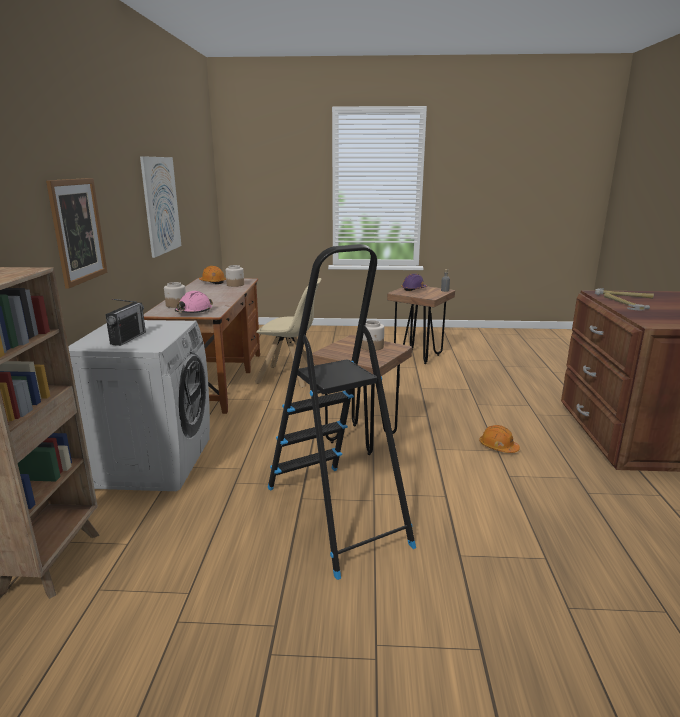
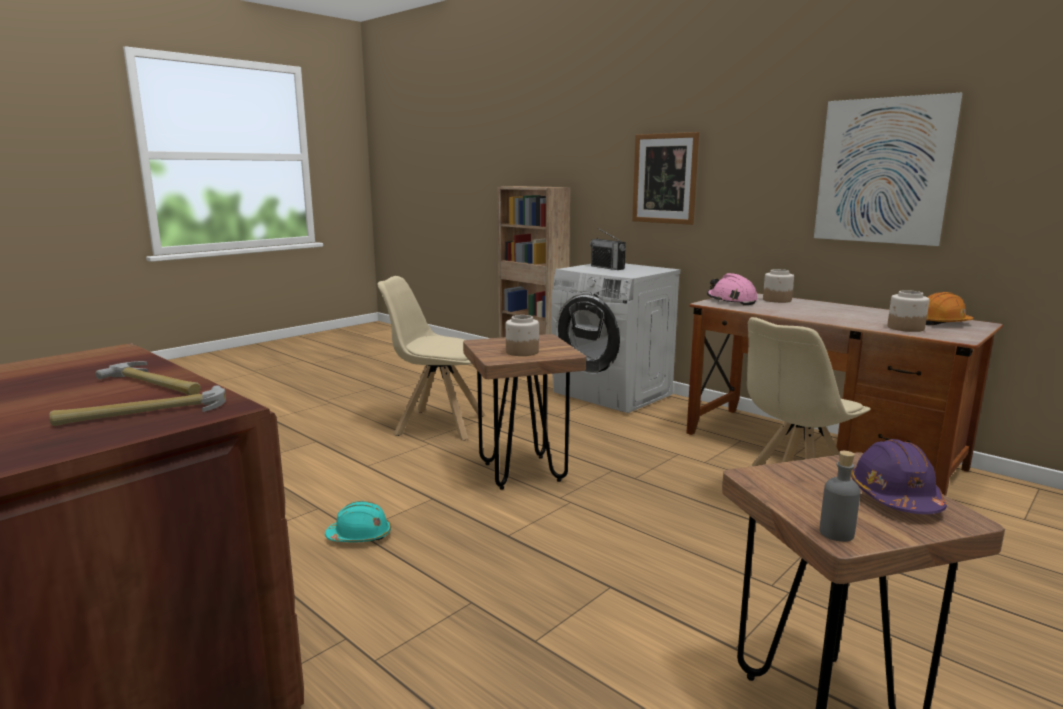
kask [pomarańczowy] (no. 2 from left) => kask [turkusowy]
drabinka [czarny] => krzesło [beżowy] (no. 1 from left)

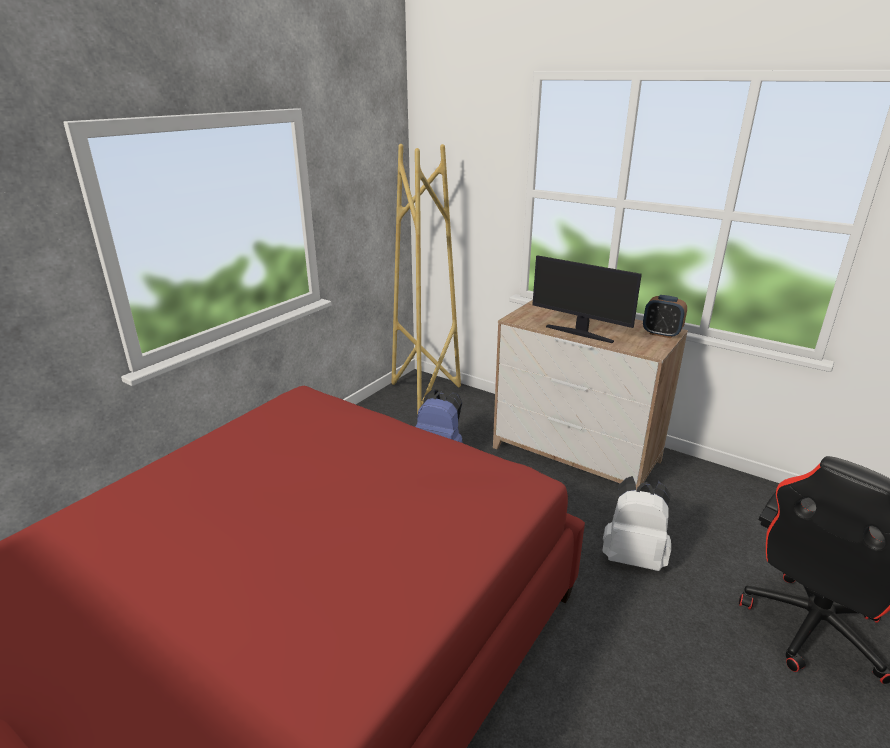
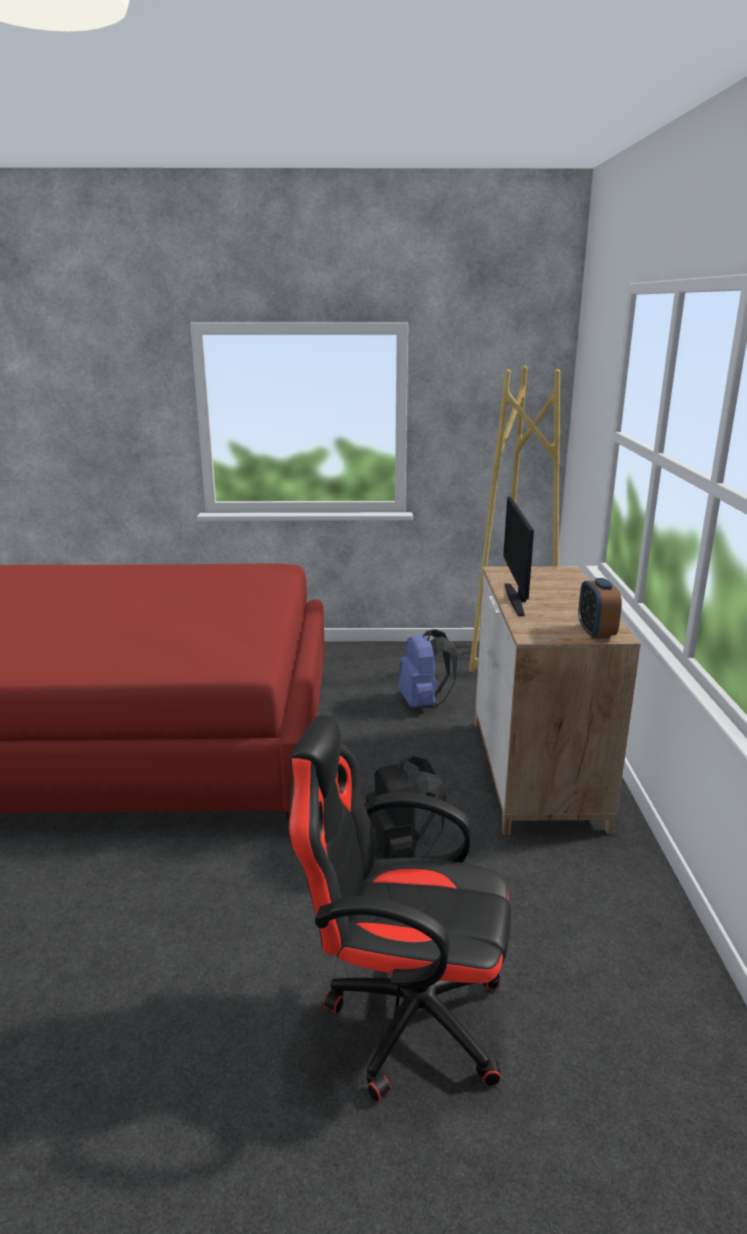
plecak [biały] => plecak [czarny]

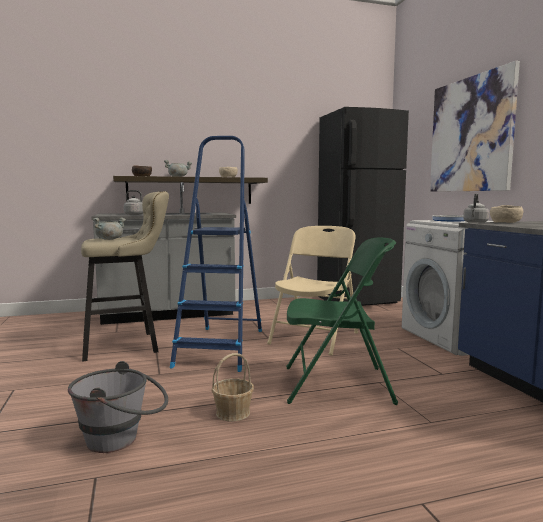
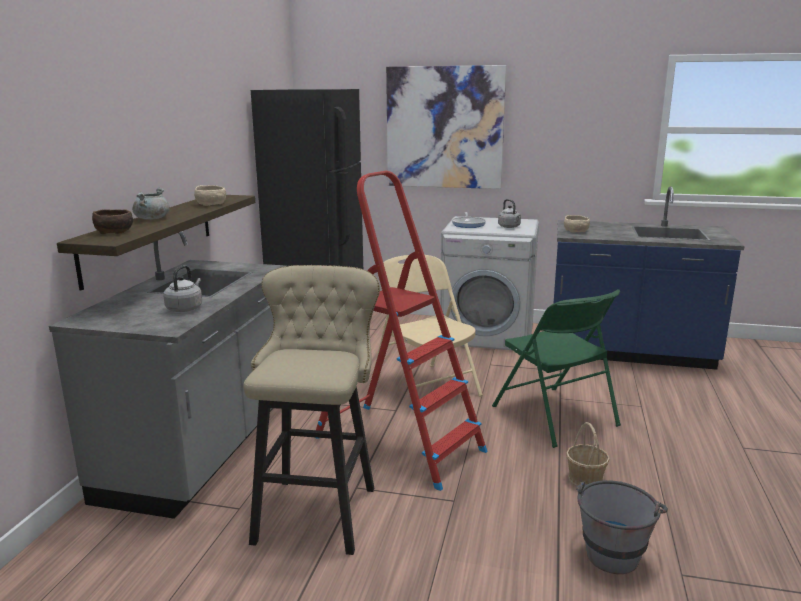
drabinka [niebieski] => drabinka [czerwony]
krzesło [zielony], 120 degrees clockwise
garnek [szary] (no. 1 from left) => nothing

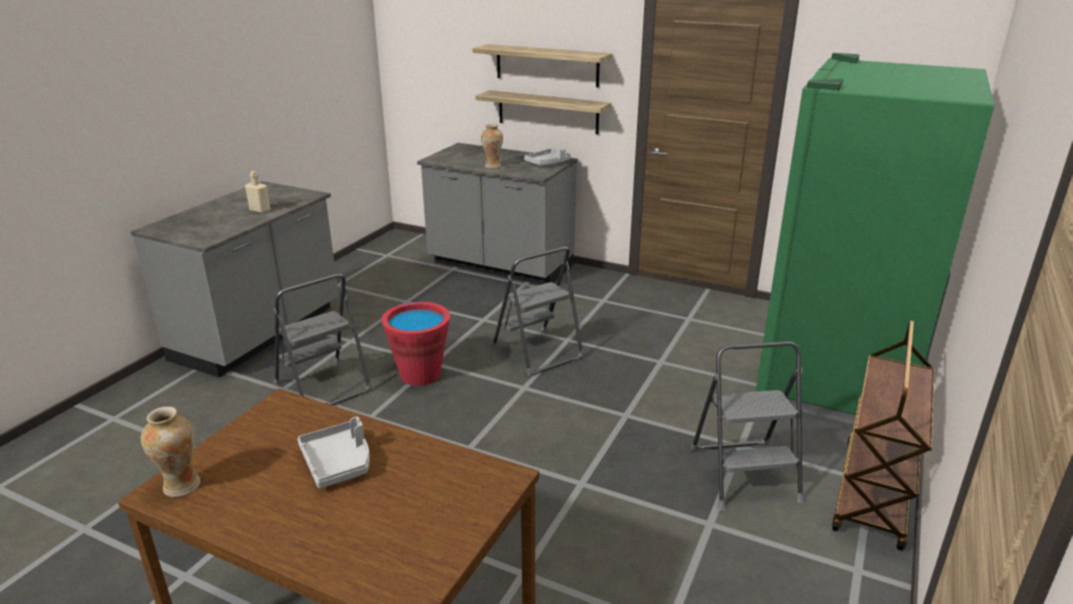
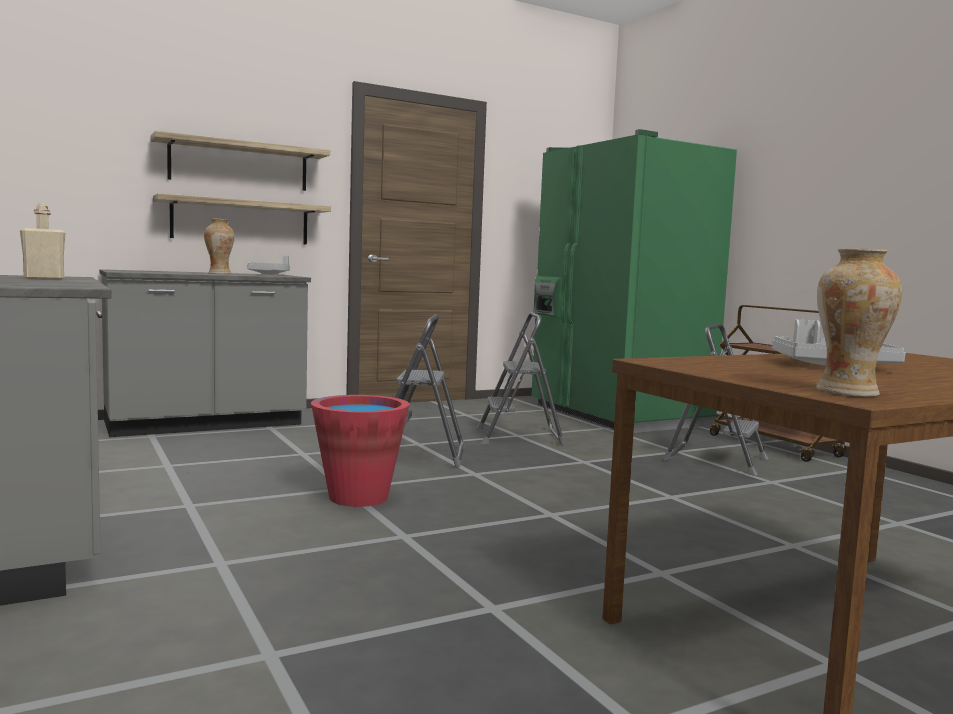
drabinka [szary] (no. 1 from left in the first image) => drabinka [szary] (no. 2 from left), relocated

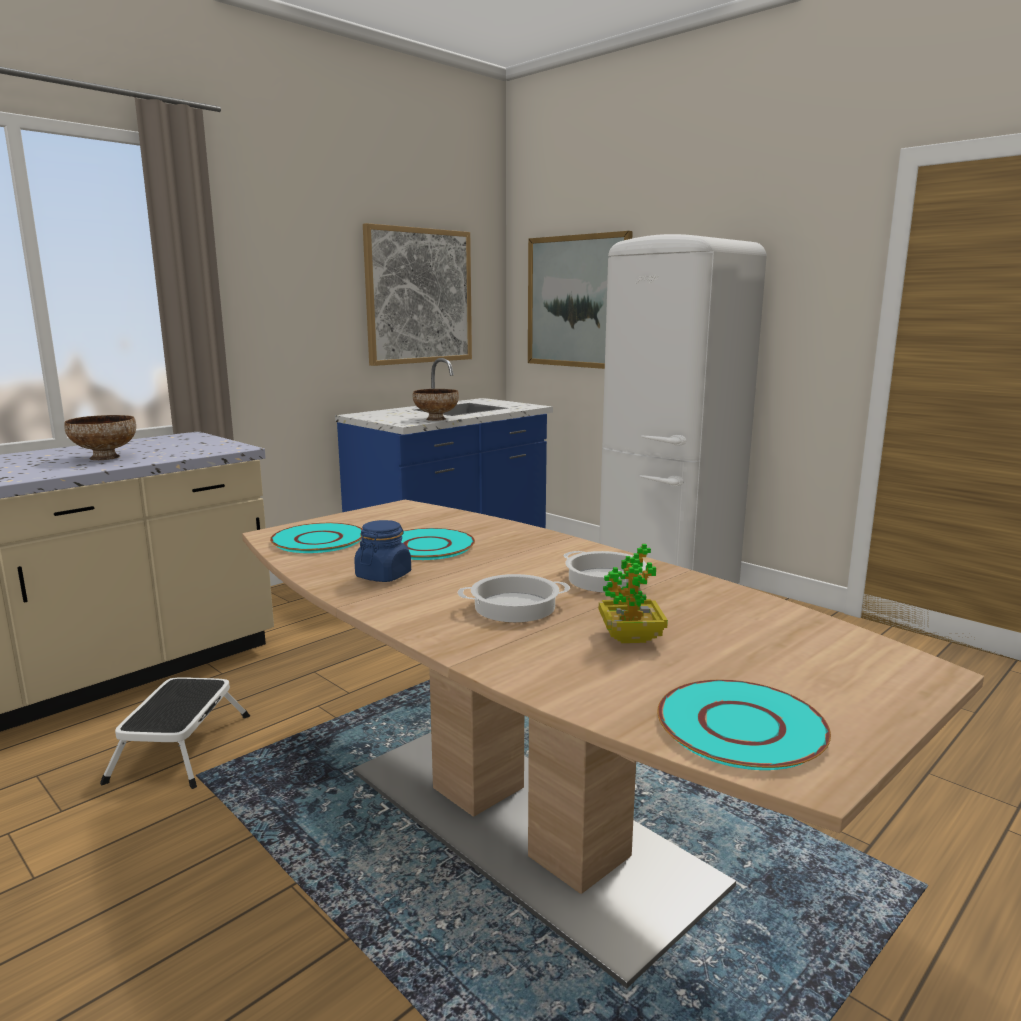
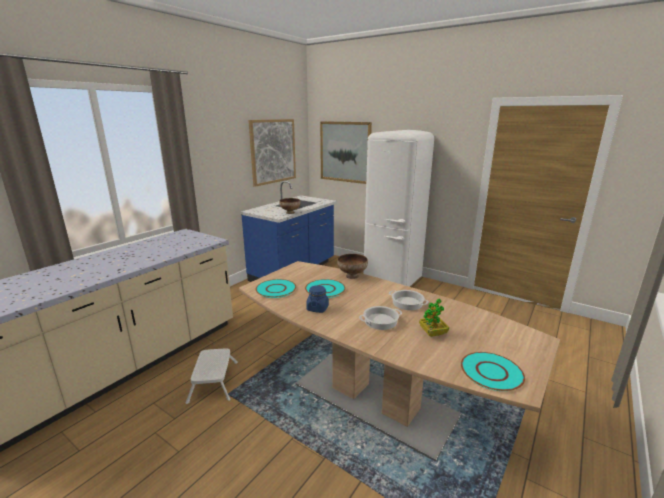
drabinka [czarny] => drabinka [biały]
miska (no. 1 from left in the first image) => miska (no. 2 from left), relocated

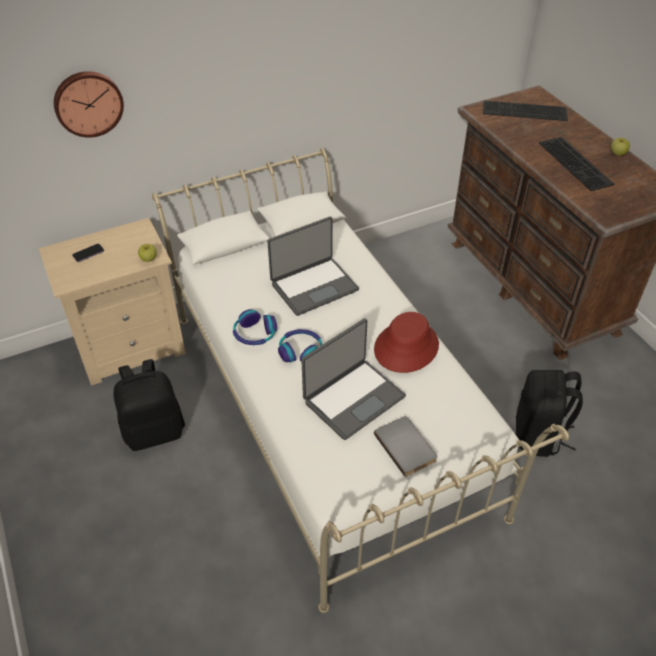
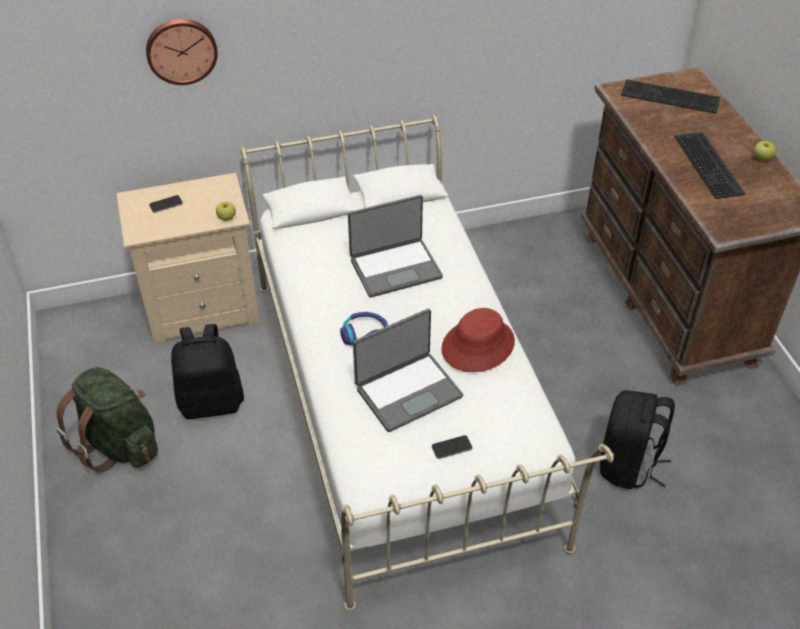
nothing => plecak [zielony]
książka [szary] => telefon (no. 2 from left)
słuchawki (no. 1 from left) => nothing

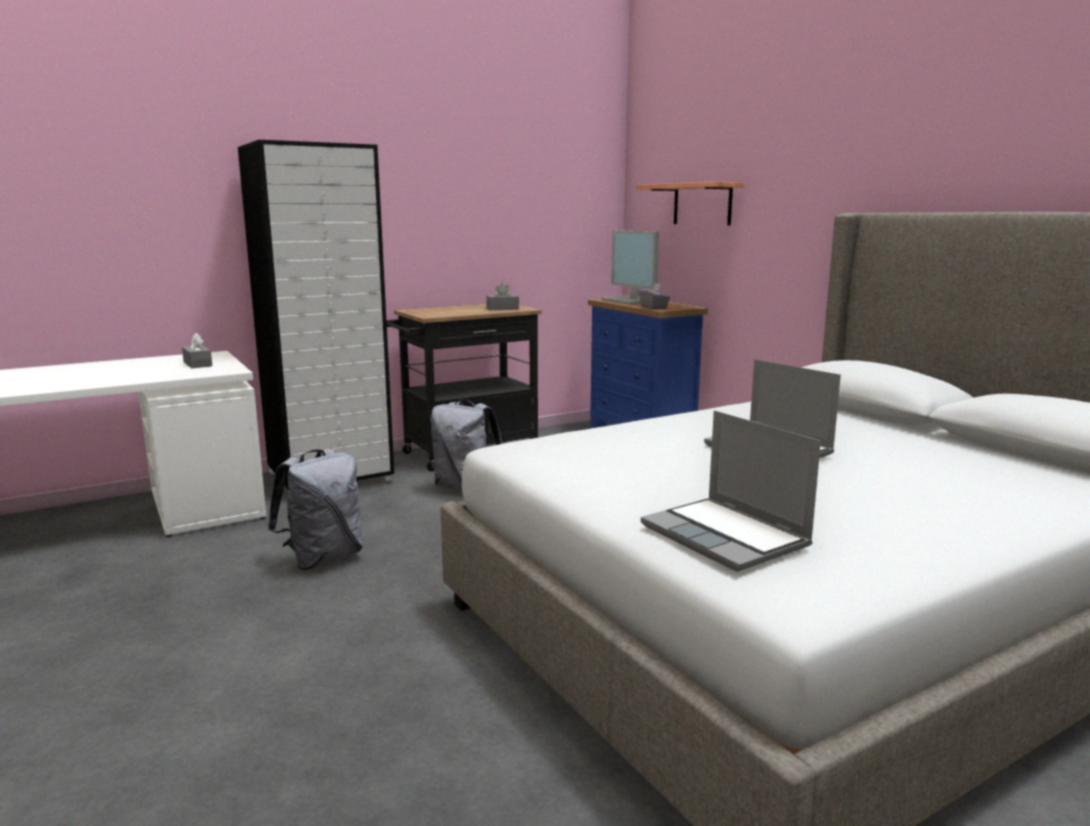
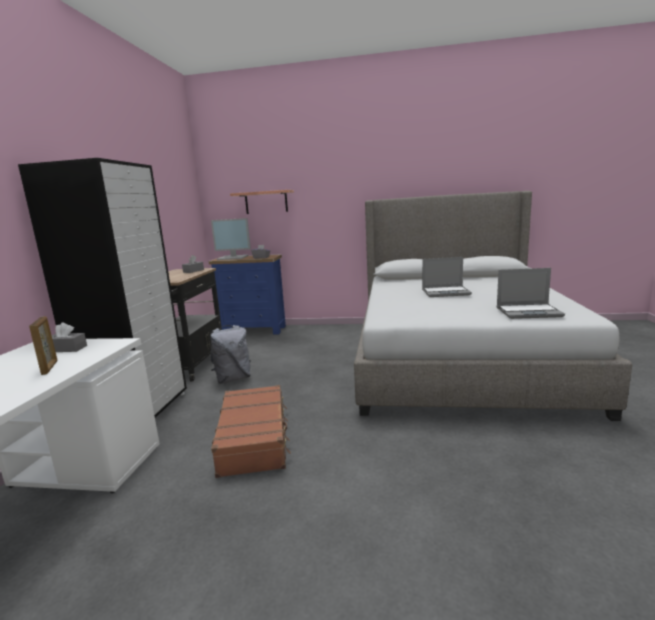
nothing => ramka na zdjęcie
plecak [szary] (no. 1 from left) => walizka [brązowy]

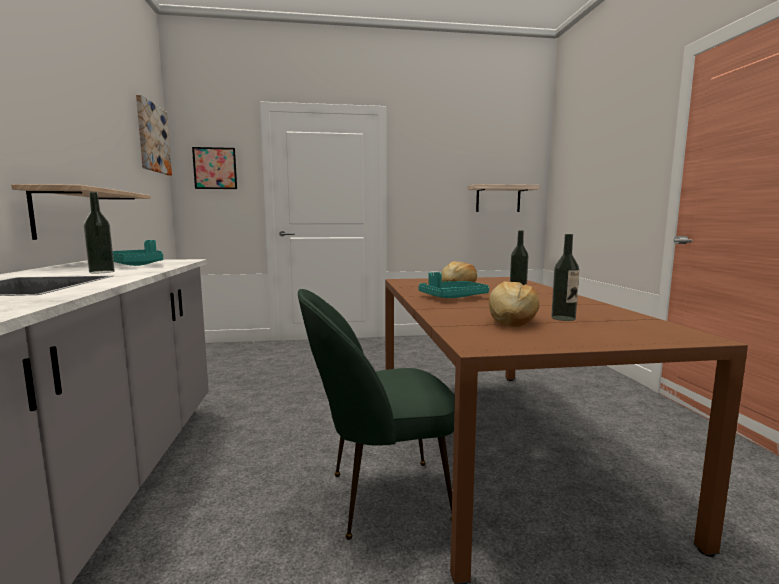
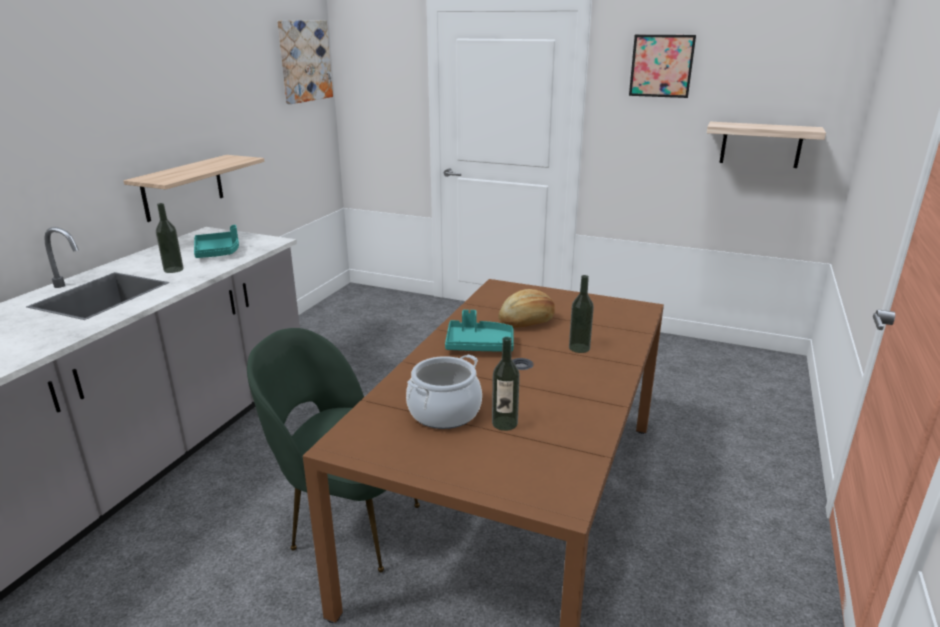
chleb (no. 2 from left) => garnek
obraz (no. 2 from left), relocated

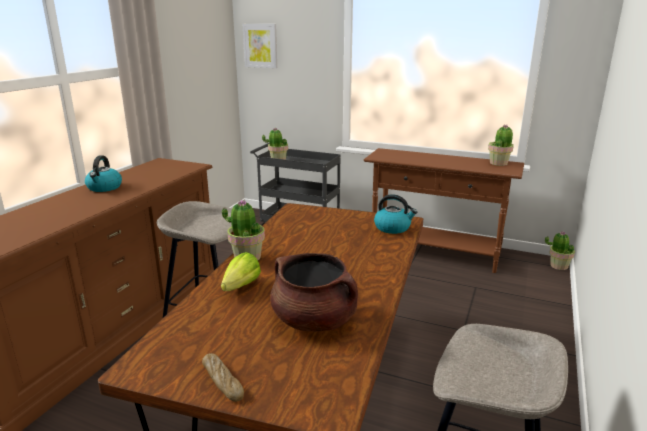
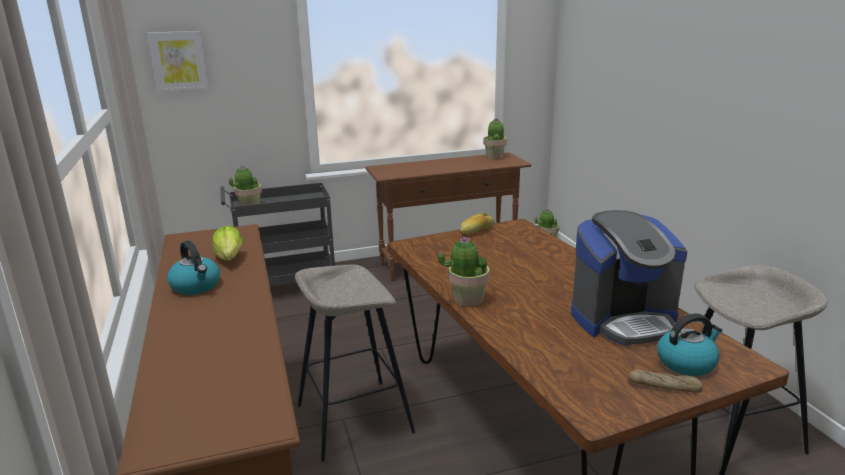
sałata, relocated
nothing => chleb (no. 1 from left)
garnek [brązowy] => ekspres do kawy
czajnik (no. 2 from left), relocated

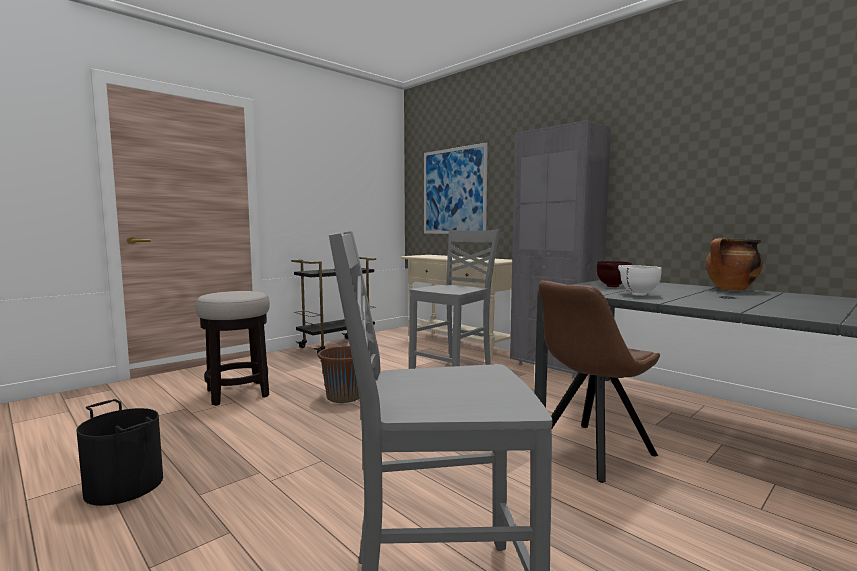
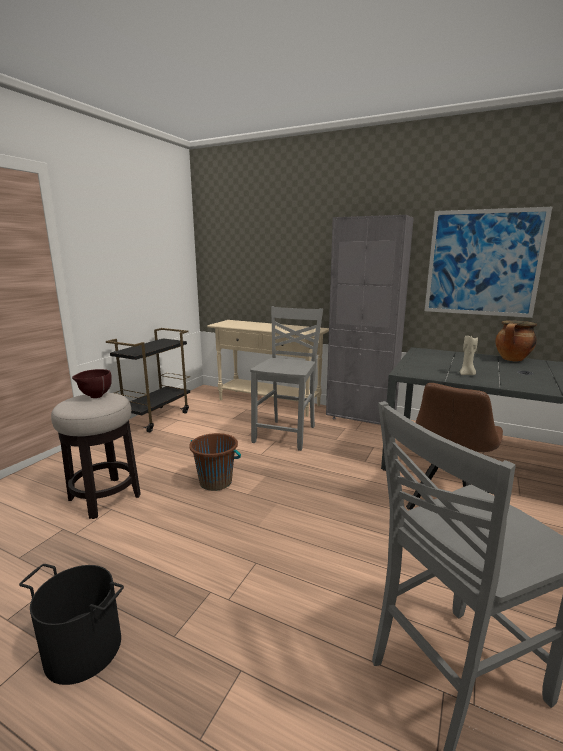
miska [brązowy], relocated
obraz, relocated
miska [biały] => świeca [beżowy]

